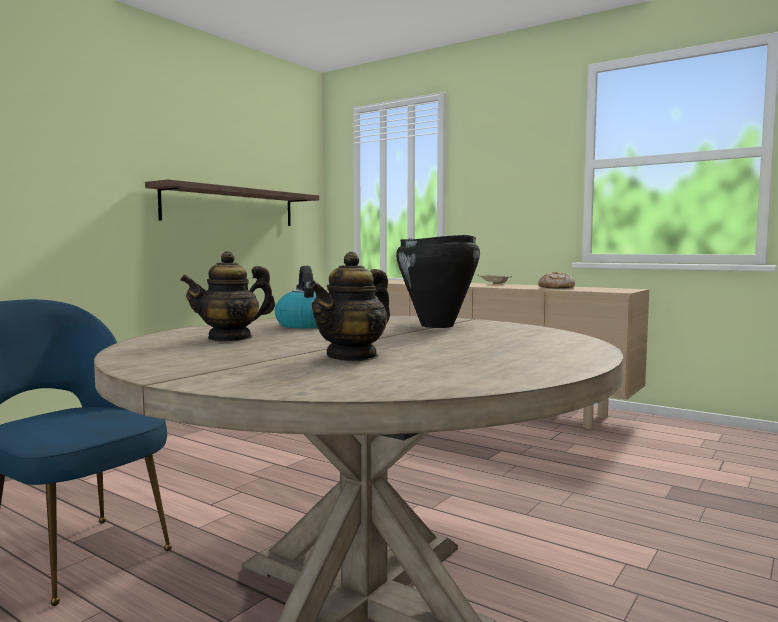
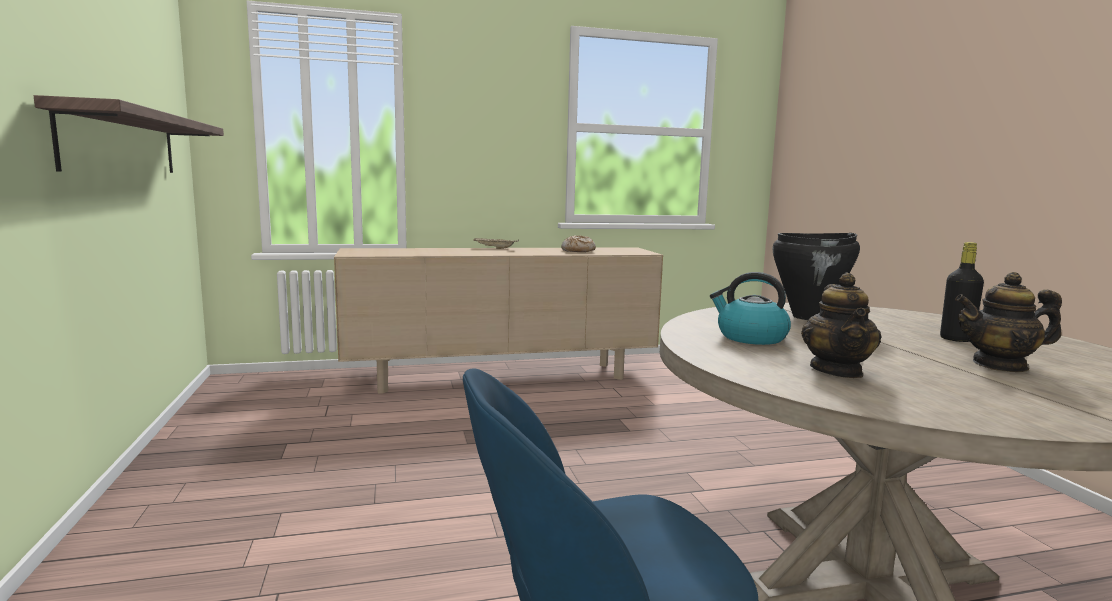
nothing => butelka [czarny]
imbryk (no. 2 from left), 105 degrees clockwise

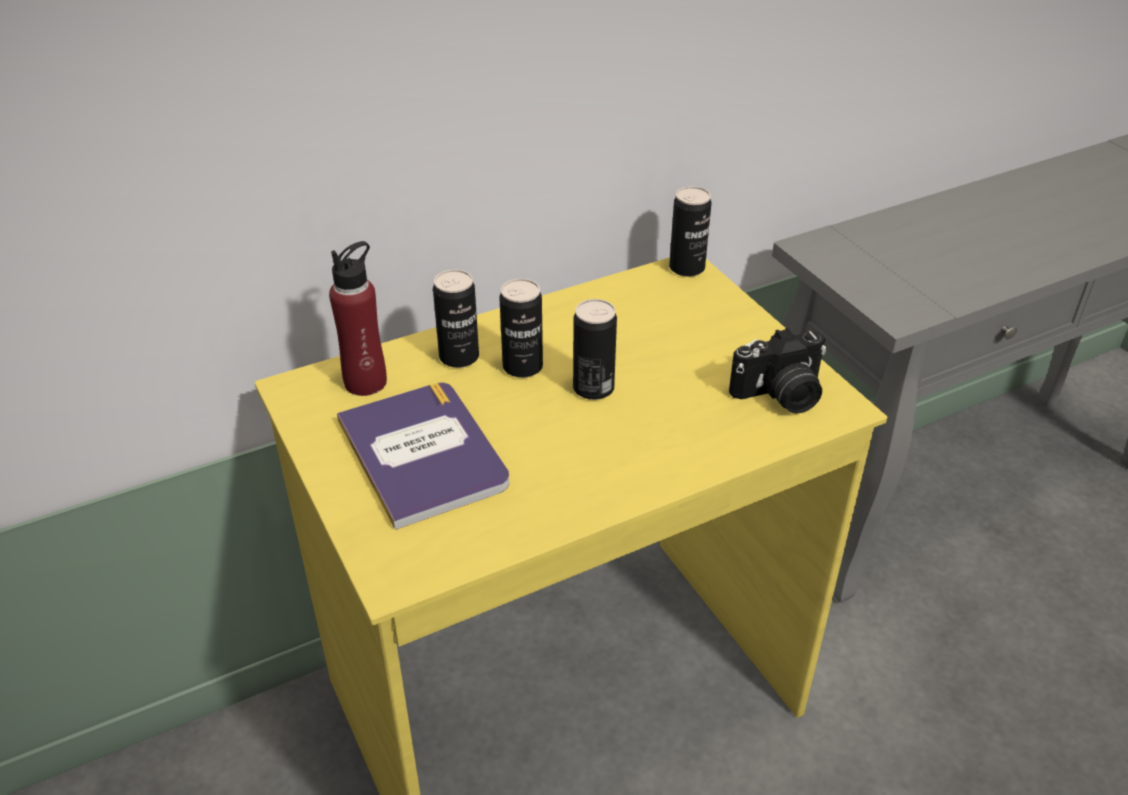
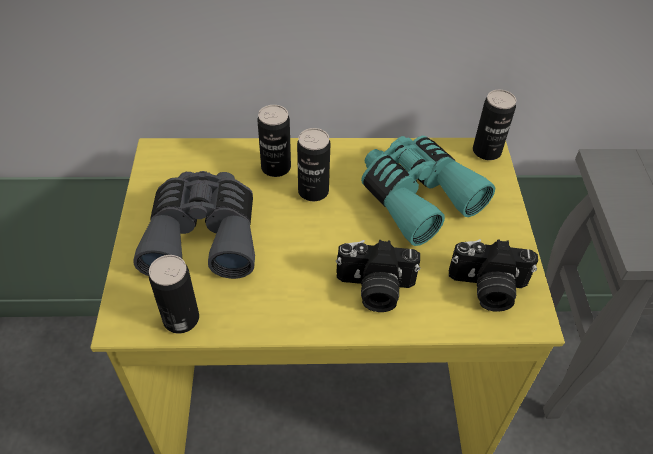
książka => lornetka [szary]
puszka (no. 3 from left in the first image) => puszka (no. 1 from left), relocated
nothing => aparat fotograficzny (no. 1 from left)
nothing => lornetka [turkusowy]
butelka [czerwony] => nothing

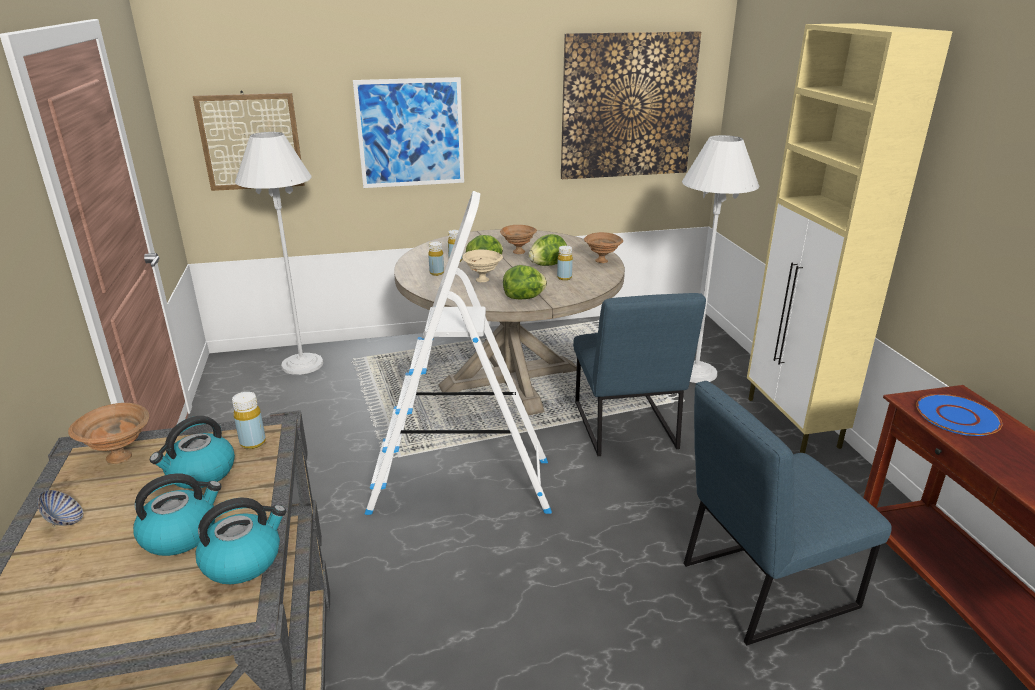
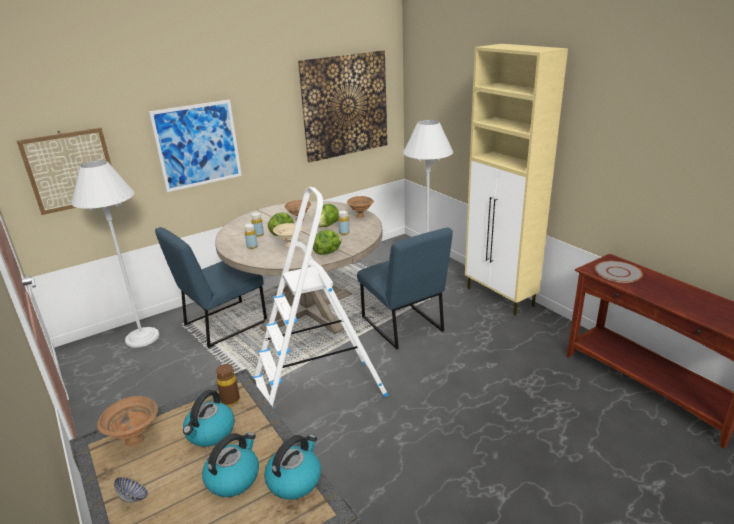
krzesło [niebieski] (no. 2 from left in the first image) => krzesło [niebieski] (no. 1 from left), relocated
butelka [żółty] (no. 1 from left) => butelka [brązowy]
talerz [niebieski] => talerz [szary]

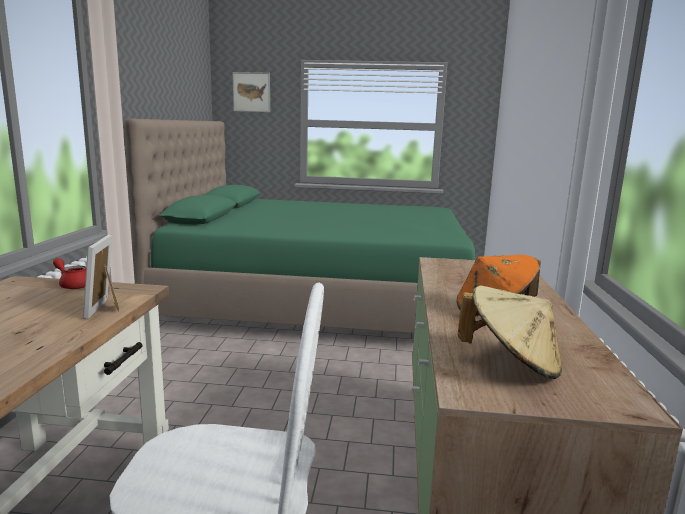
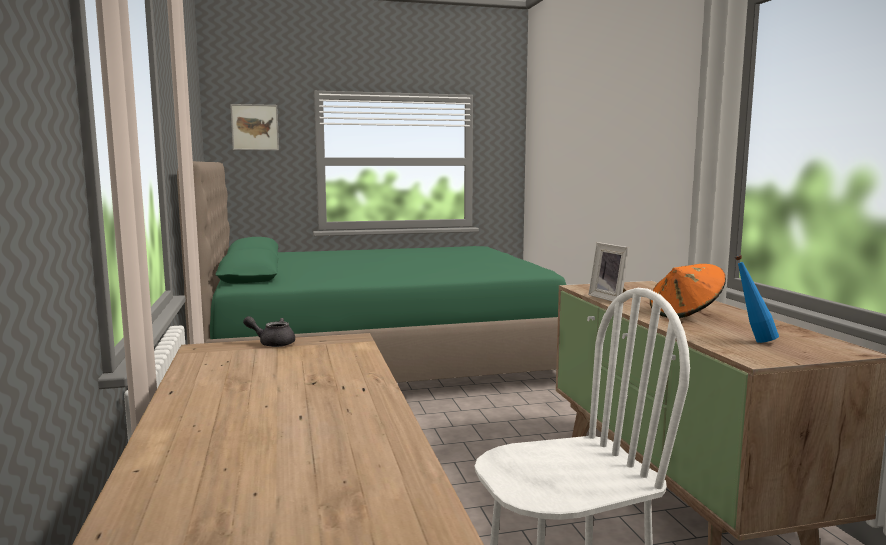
imbryk [czerwony] => imbryk [szary]
ramka na zdjęcie, relocated
kapelusz [beżowy] => butelka [niebieski]

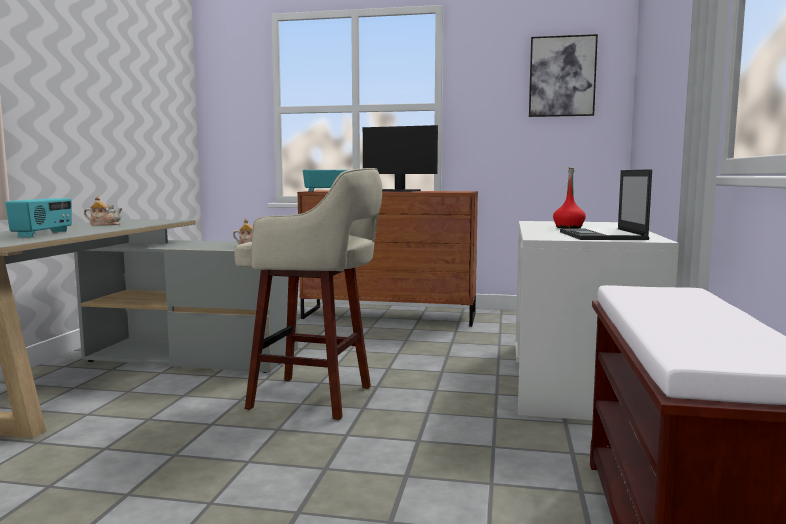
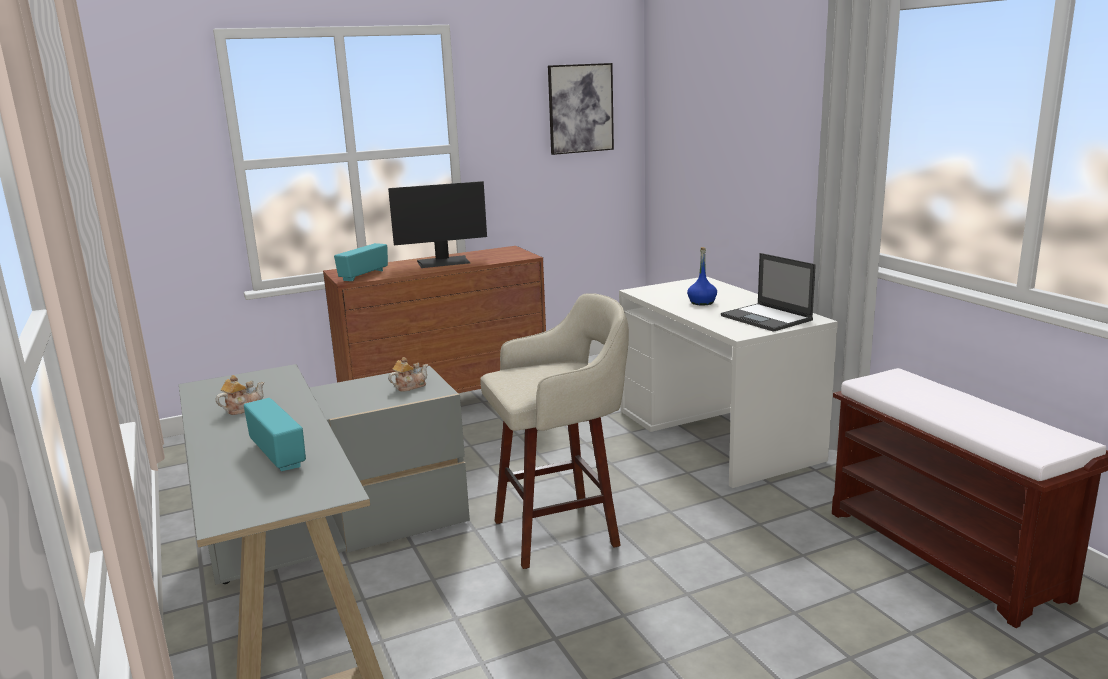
butelka [czerwony] => butelka [niebieski]

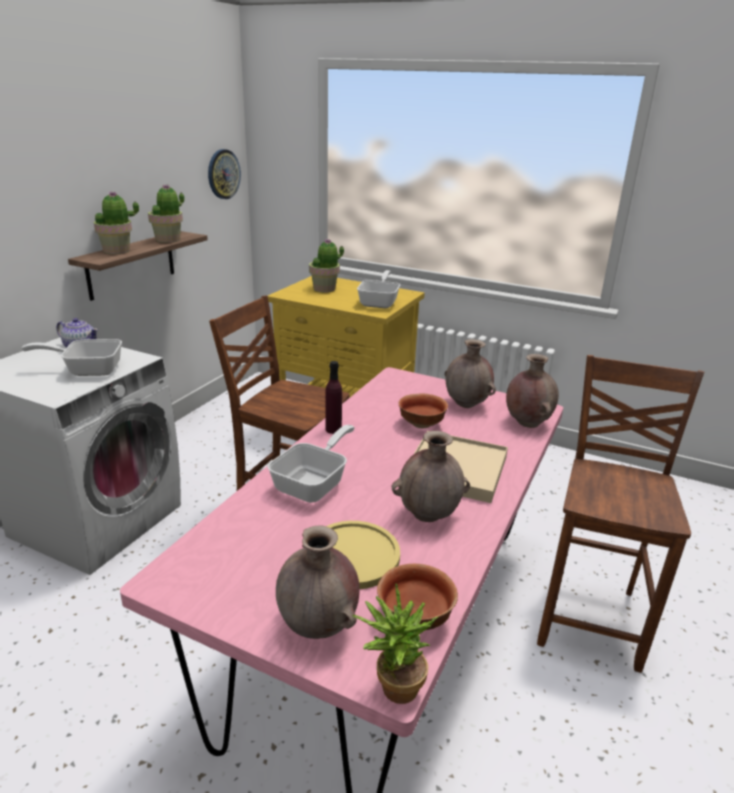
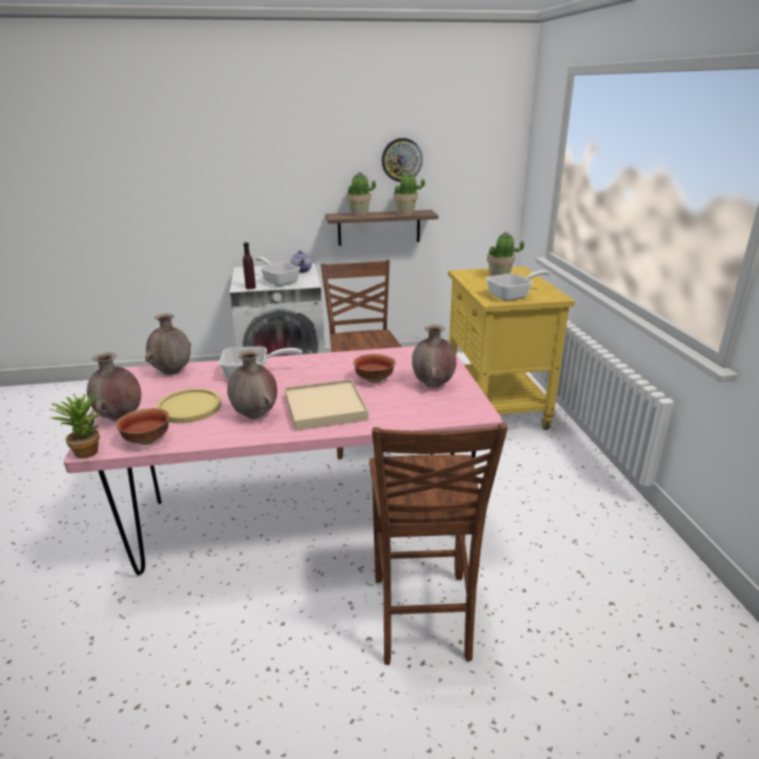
wazon [brązowy] (no. 4 from left in the first image) => wazon [brązowy] (no. 2 from left), relocated
butelka [fioletowy], relocated
krzesło [brązowy] (no. 2 from left), 105 degrees clockwise
zegar ścienny, relocated

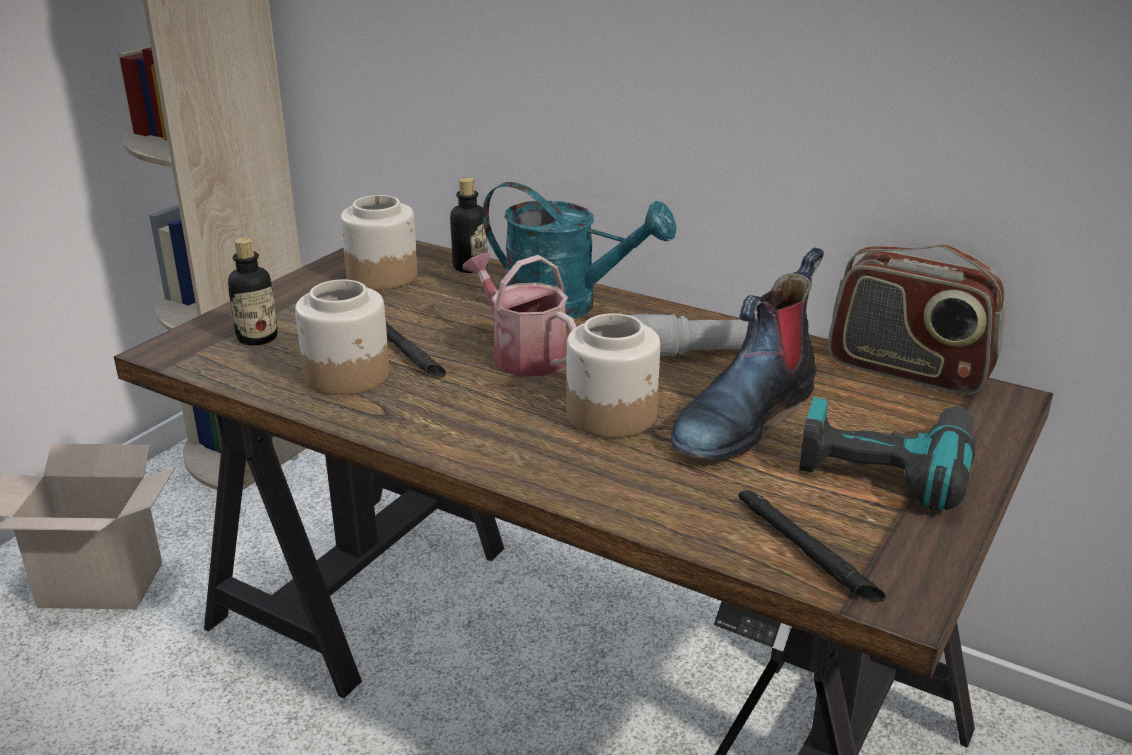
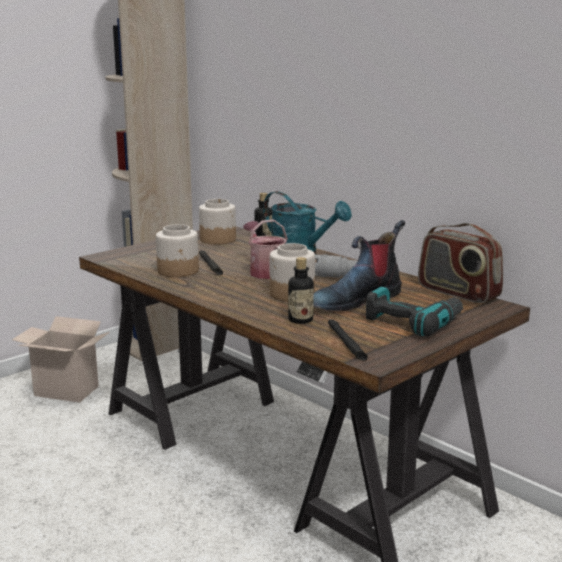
butelka (no. 1 from left in the first image) => butelka (no. 2 from left), relocated

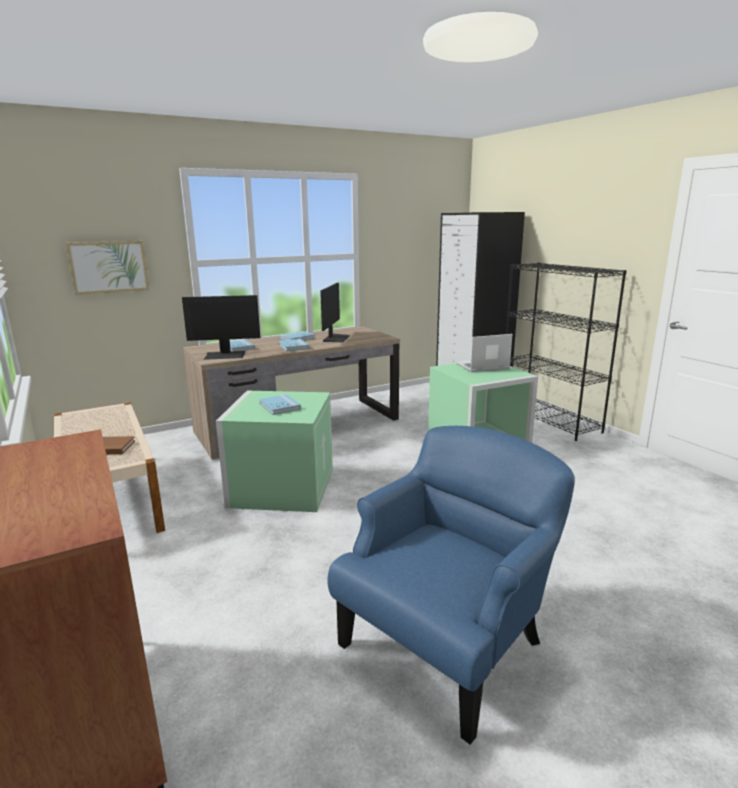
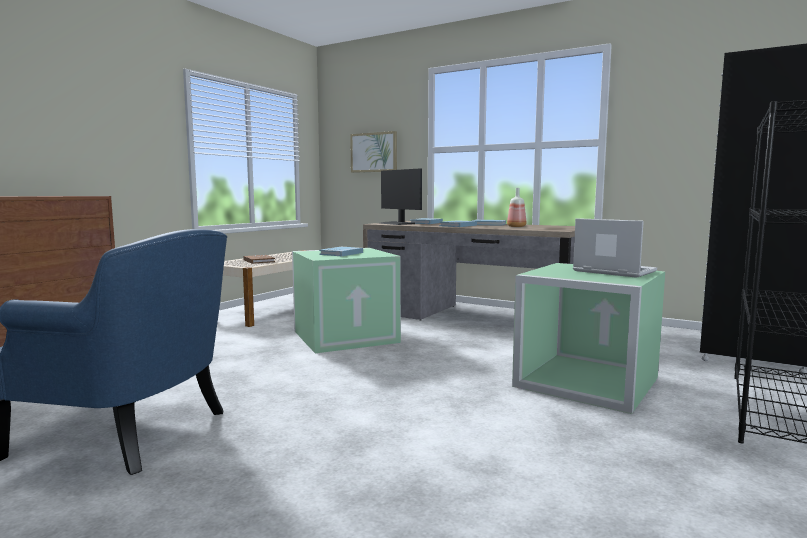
monitor (no. 2 from left) => butelka

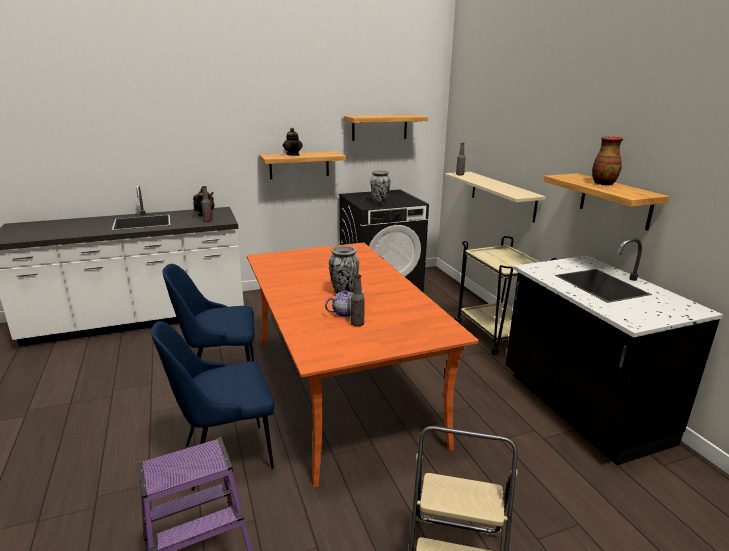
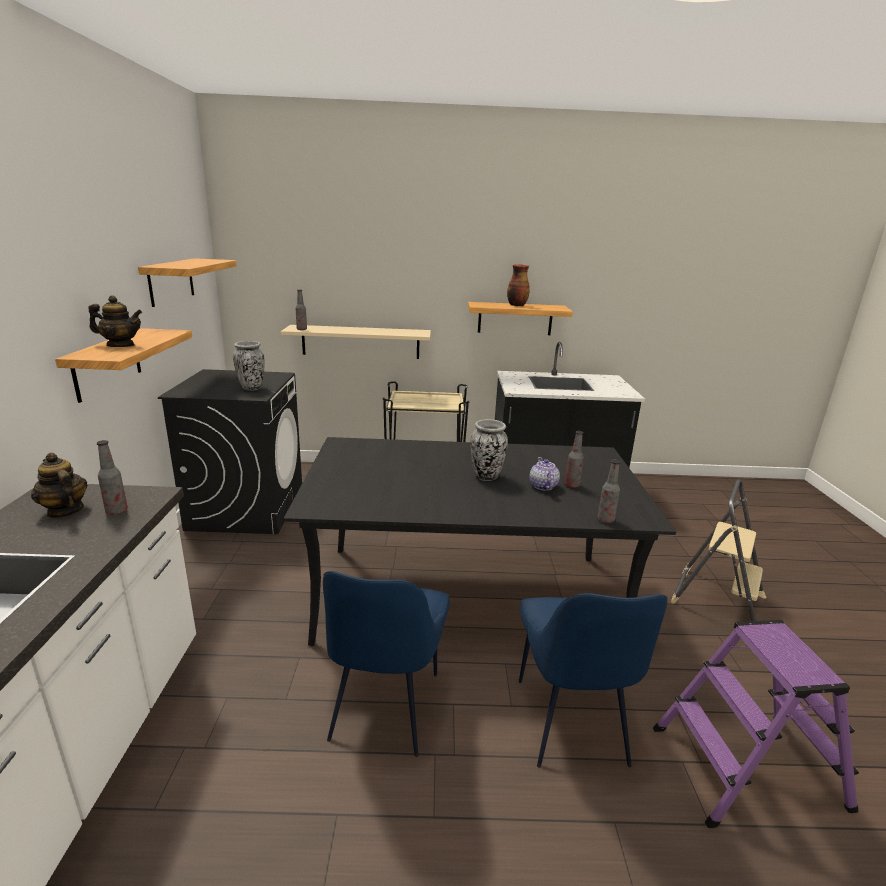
stół jadalny [pomarańczowy] => stół jadalny [czarny]
nothing => butelka (no. 4 from left)

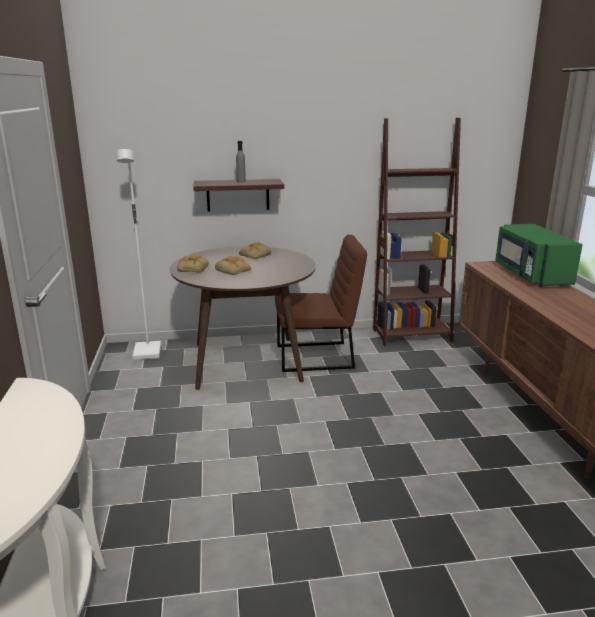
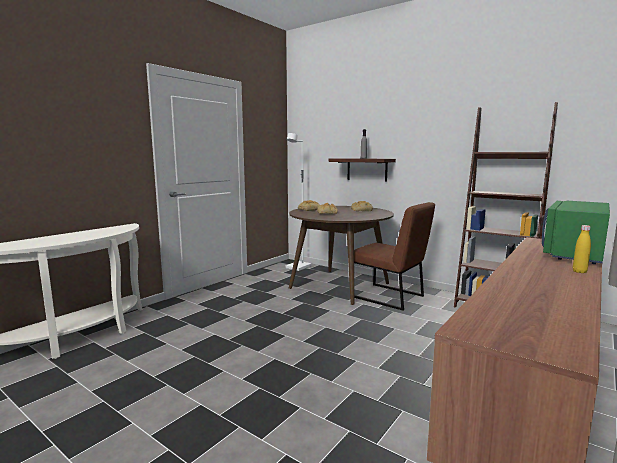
nothing => butelka [żółty]

